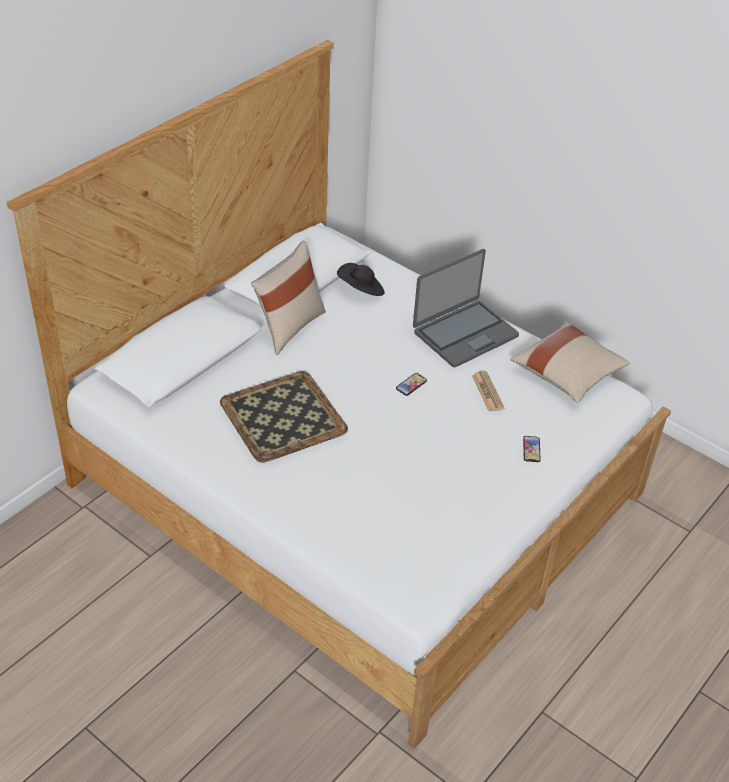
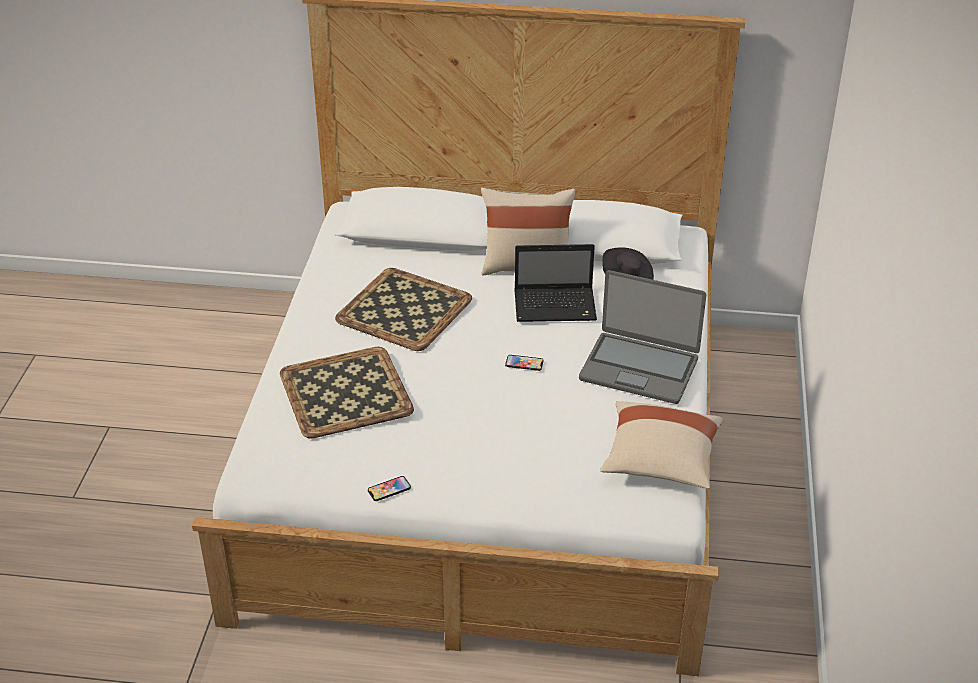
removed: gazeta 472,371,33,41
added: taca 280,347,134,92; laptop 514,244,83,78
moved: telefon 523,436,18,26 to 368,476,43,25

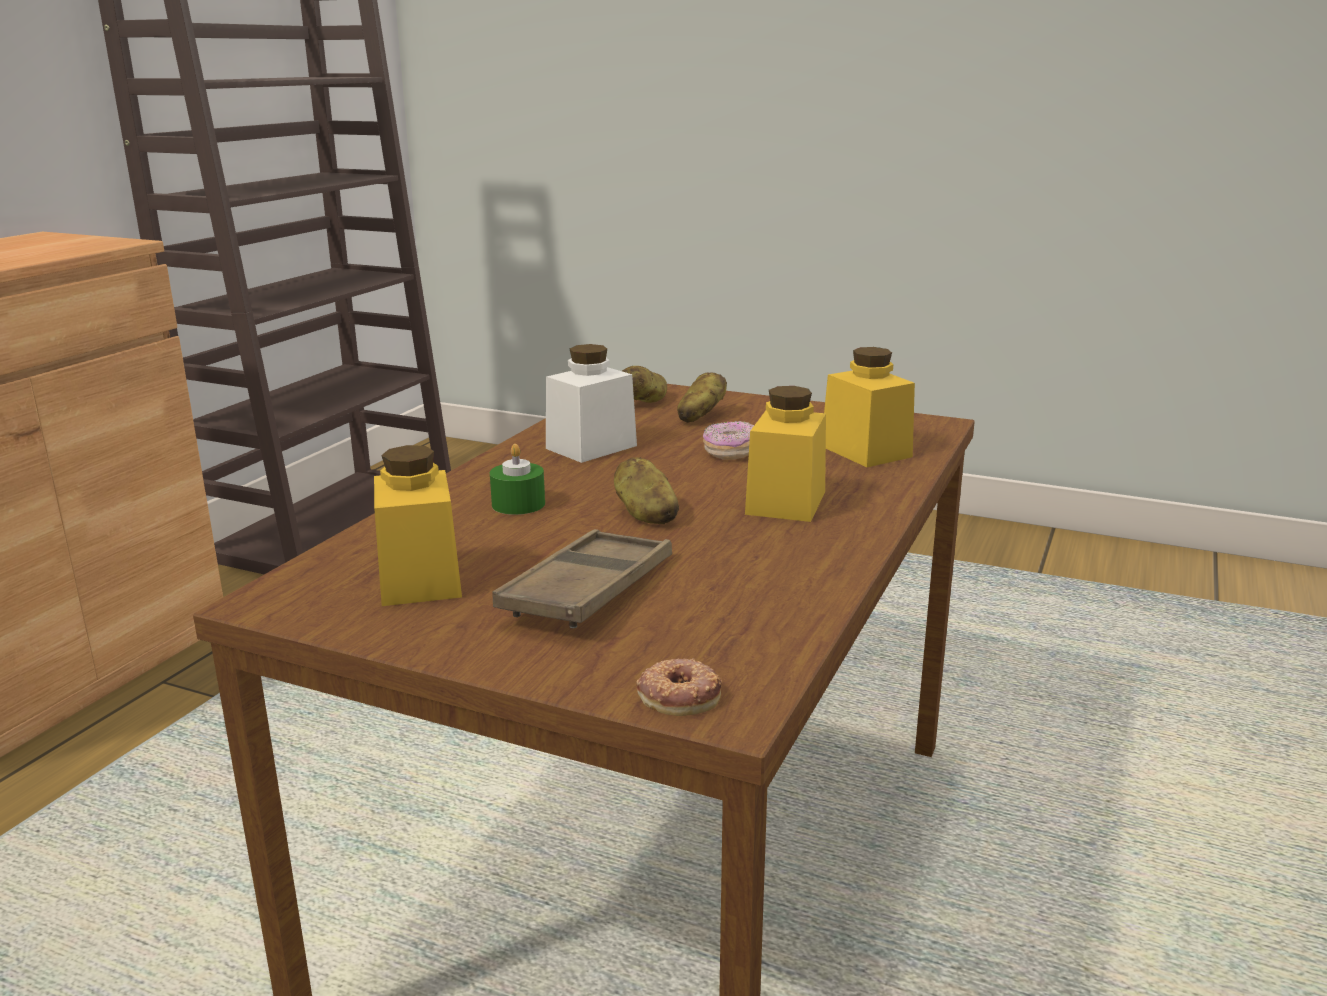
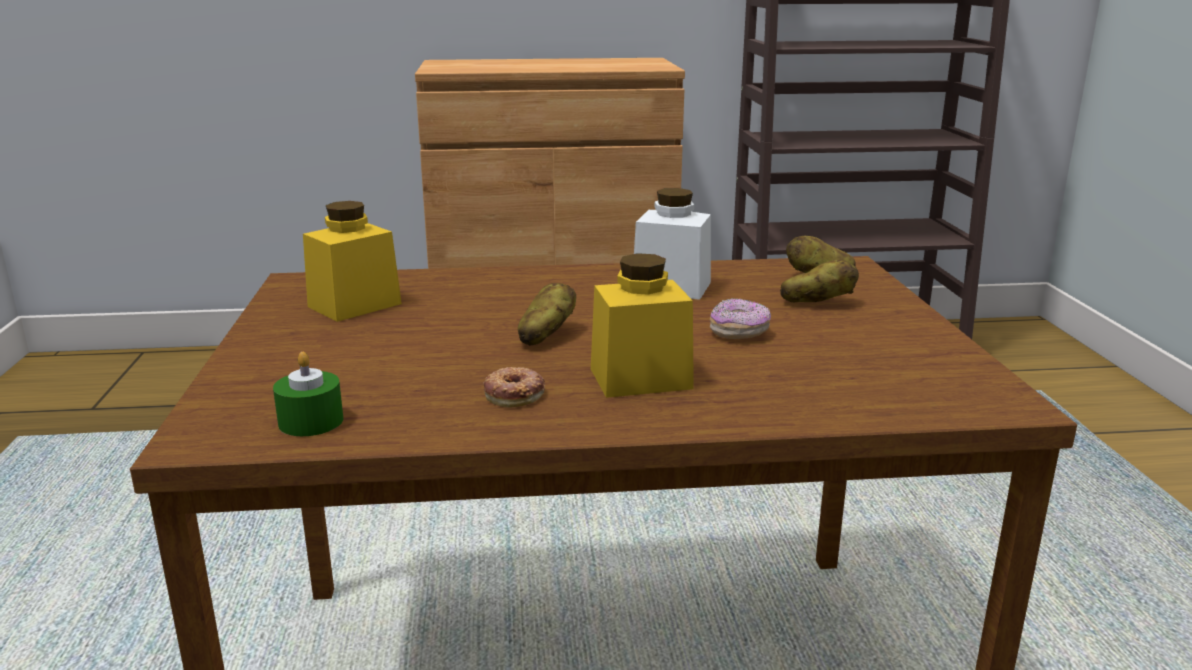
removed: taca [brązowy] 492,529,180,99; słoik [żółty] 824,347,91,120
moved: świeca [zielony] 490,444,55,71 to 273,352,70,84; donut 636,658,86,58 to 484,367,61,41

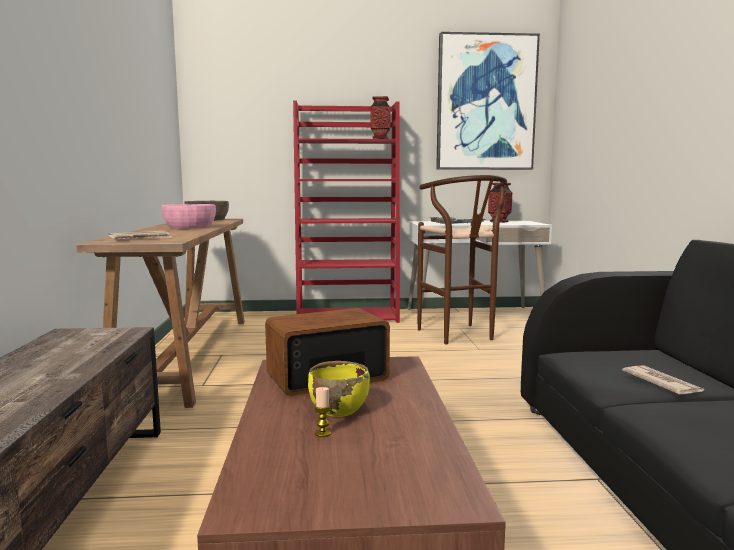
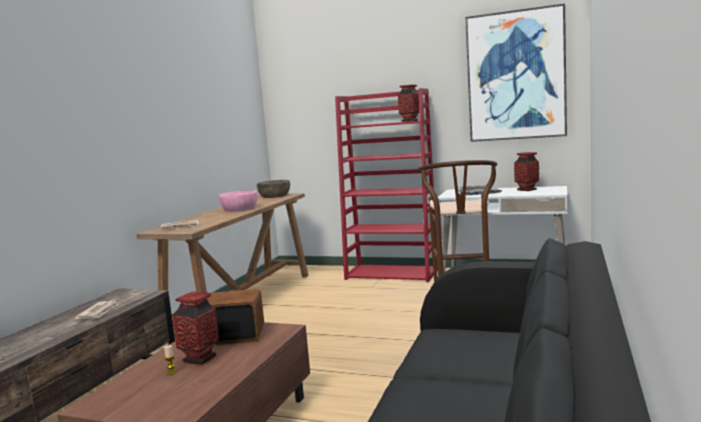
moved: gazeta 622,365,82,29 to 74,301,45,18
replaced: miska [żółty] 308,361,62,56 to wazon 172,291,47,74

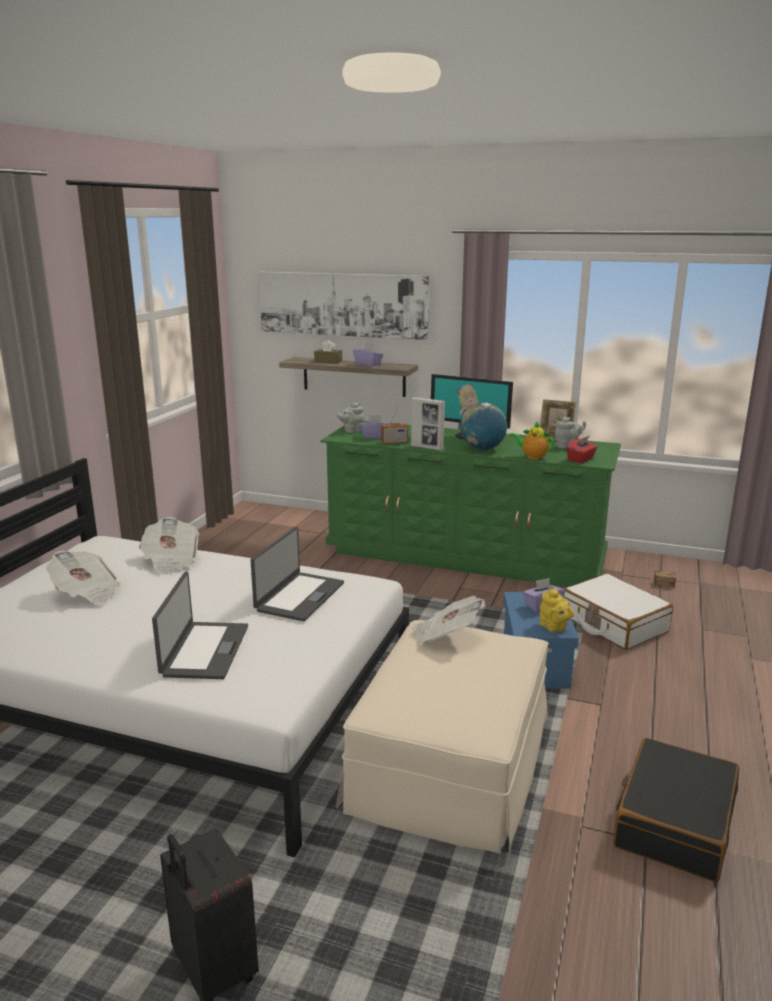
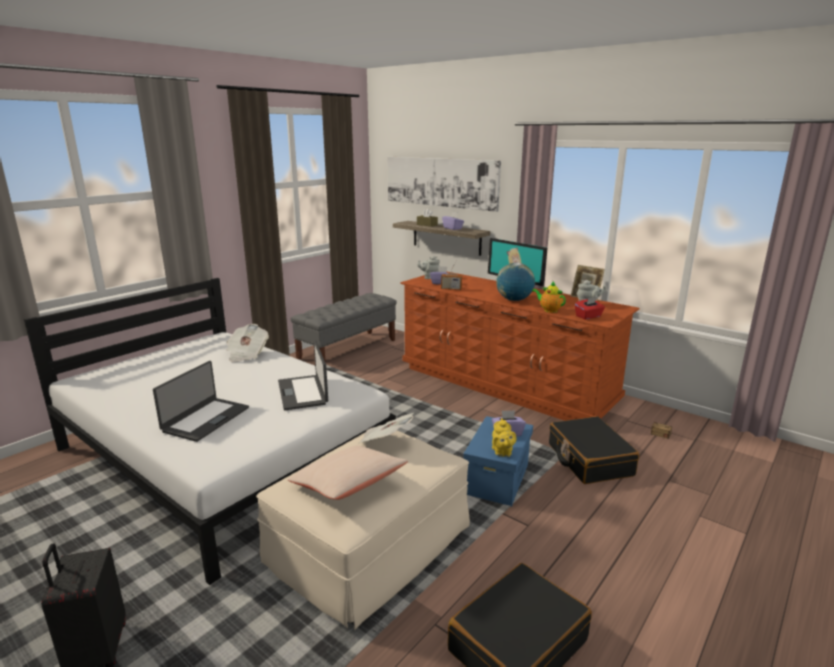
removed: gazeta 46,551,75,53; ramka na zdjęcie 411,397,34,54
added: poduszka [beżowy] 288,446,120,54; ławka [szary] 291,293,106,70
recoloured: komoda [zielony] 320,421,301,166 to komoda [brązowy] 400,272,240,149; walizka [biały] 564,573,109,77 to walizka [czarny] 549,416,90,68
turned: laptop 250,527,94,94 = 278,340,50,70 120 degrees clockwise

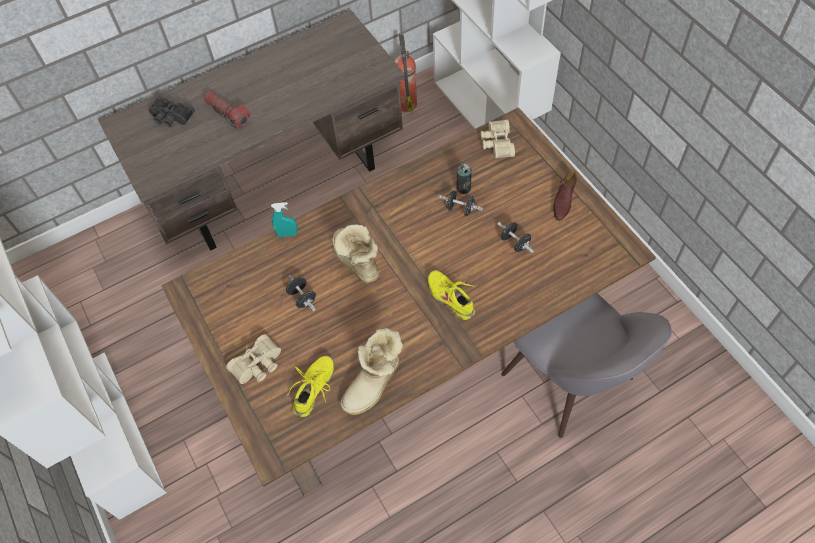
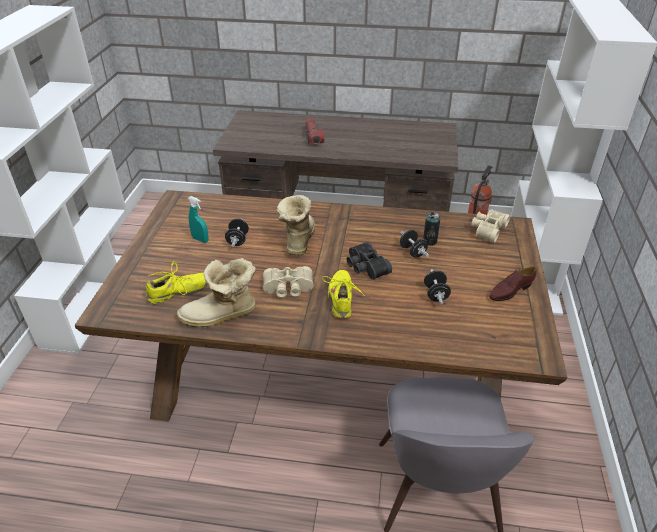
moved: lornetka [czarny] 149,96,46,31 to 347,242,45,38; lornetka [beżowy] 226,334,55,50 to 263,266,51,31; spryskiwacz [turkusowy] 271,202,27,35 to 188,196,21,47

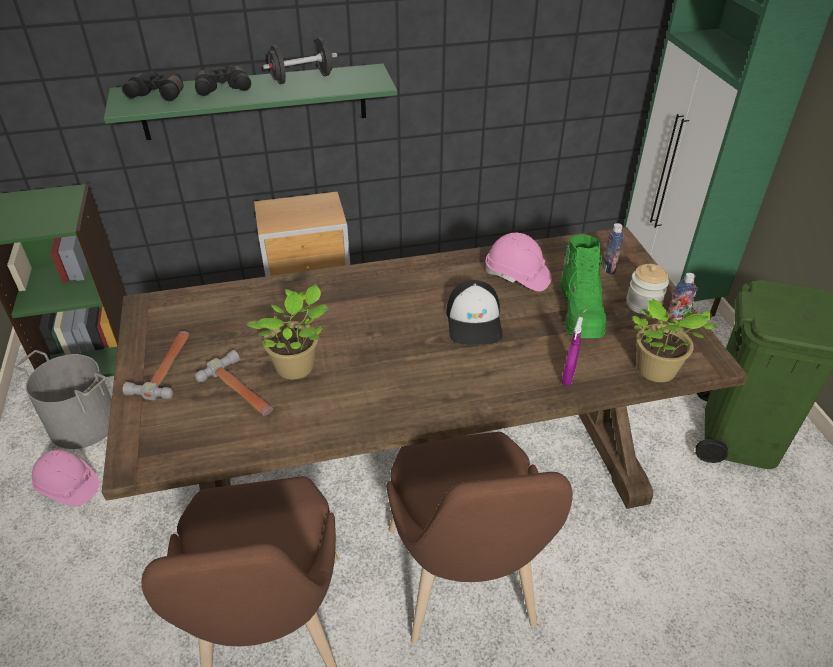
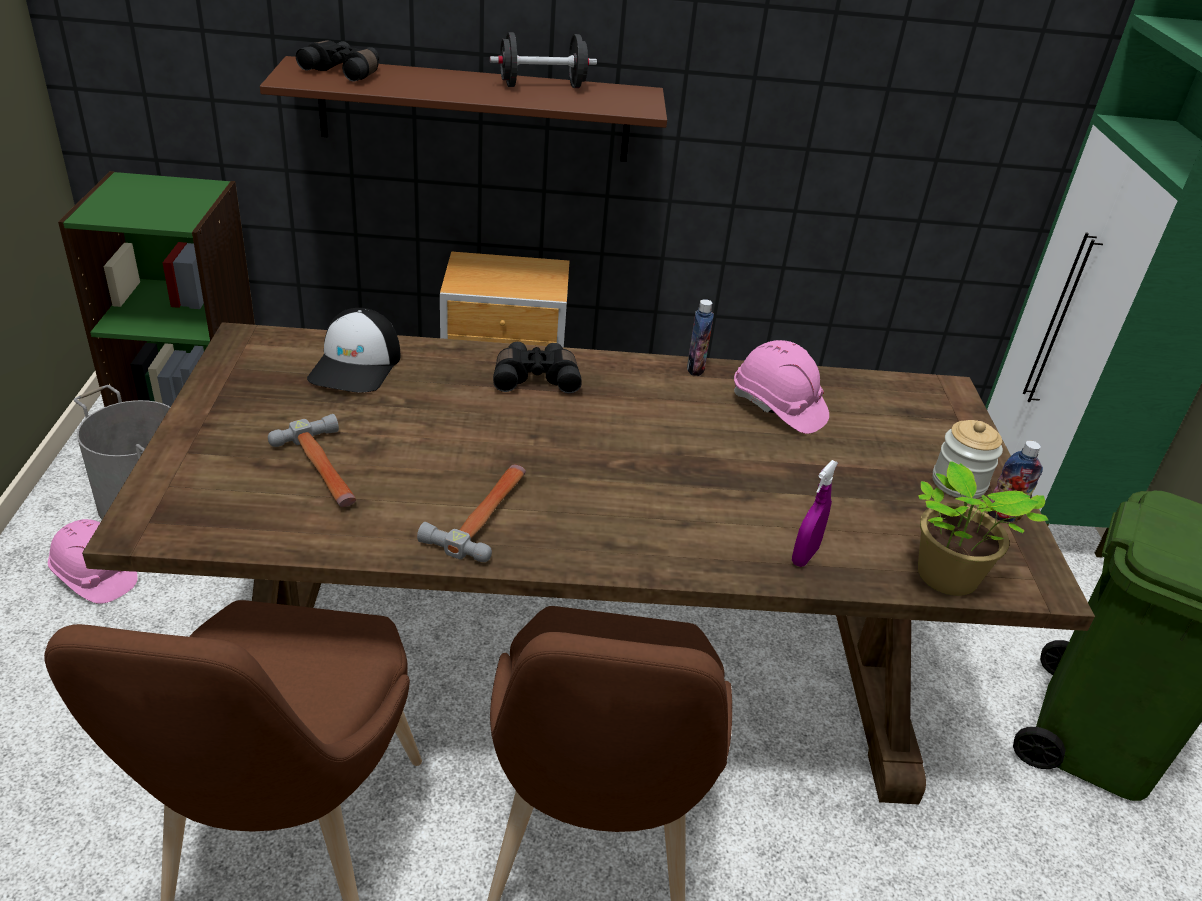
removed: roślina doniczkowa 246,284,83,95; but z cholewką [zielony] 560,234,46,104
moved: młotek 123,331,67,69 to 417,465,109,97; lornetka [czarny] 195,65,56,31 to 493,342,89,51; czapka z daszkiem 446,280,57,65 to 307,308,94,85; butelka 602,223,22,51 to 687,299,27,77
recoloured: półka [zielony] 104,64,293,76 to półka [brązowy] 260,56,407,106

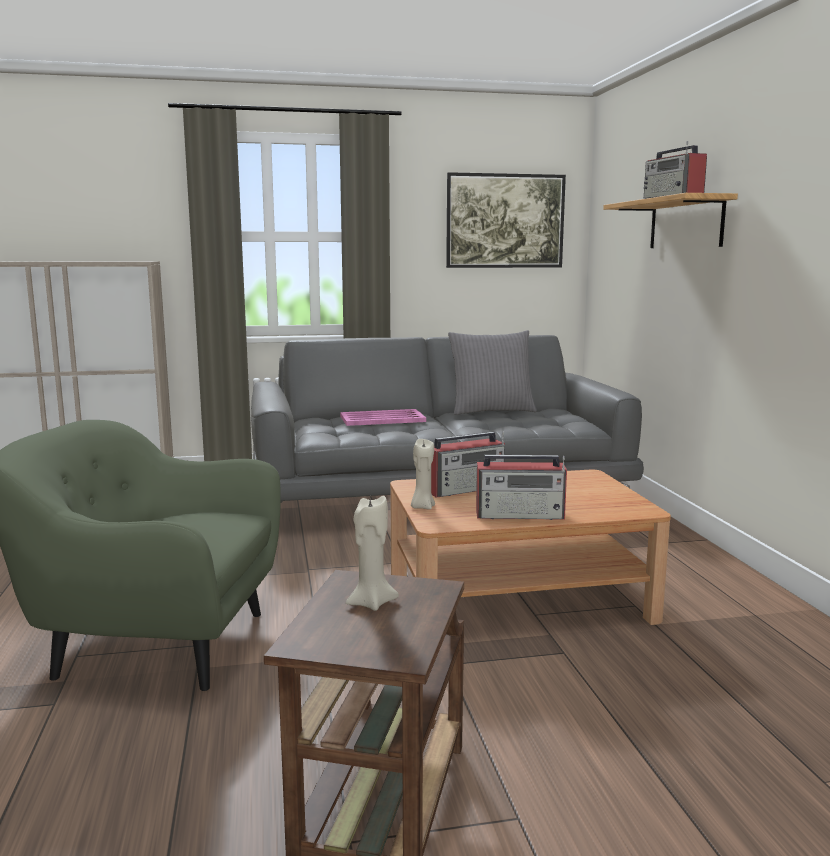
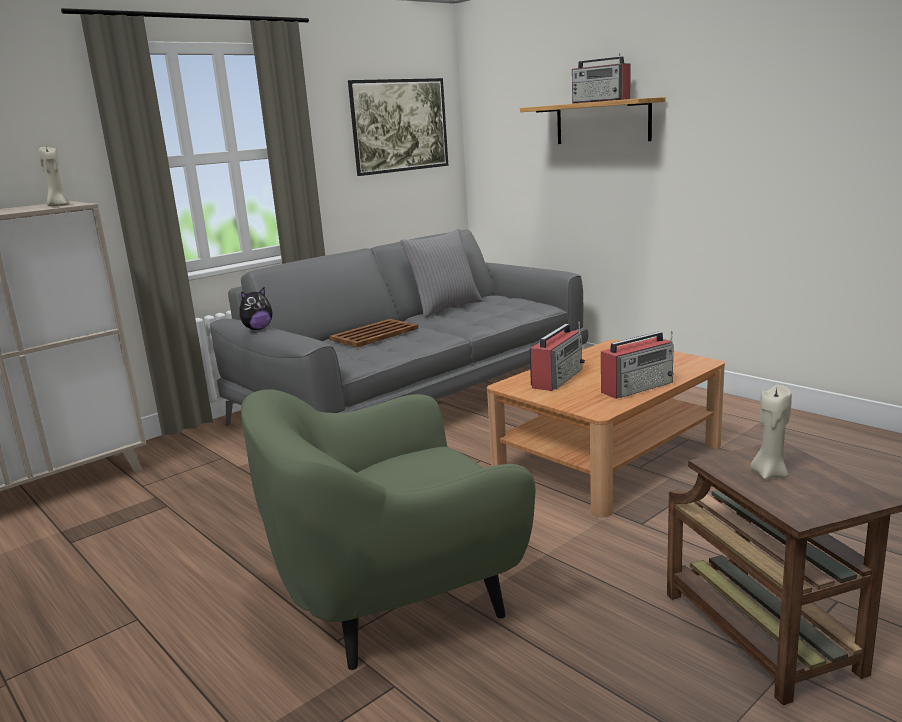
added: pluszak 240,288,32,42
moved: świeca [beżowy] 411,439,24,71 to 38,147,31,59
recoloured: taca [różowy] 340,409,86,17 to taca [brązowy] 329,319,89,28

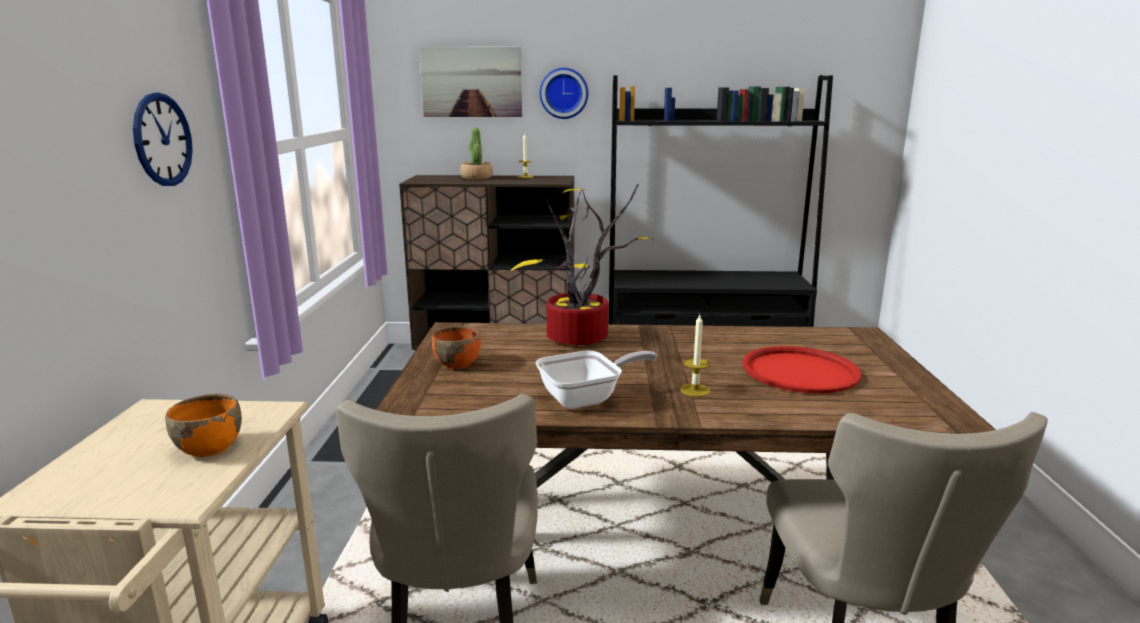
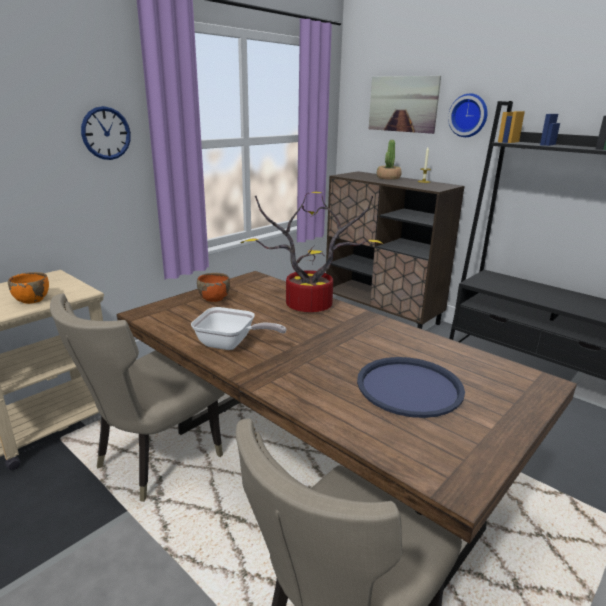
removed: świeca 680,315,30,82
recoloured: taca [czerwony] 742,346,120,48 to taca [niebieski] 357,357,108,61

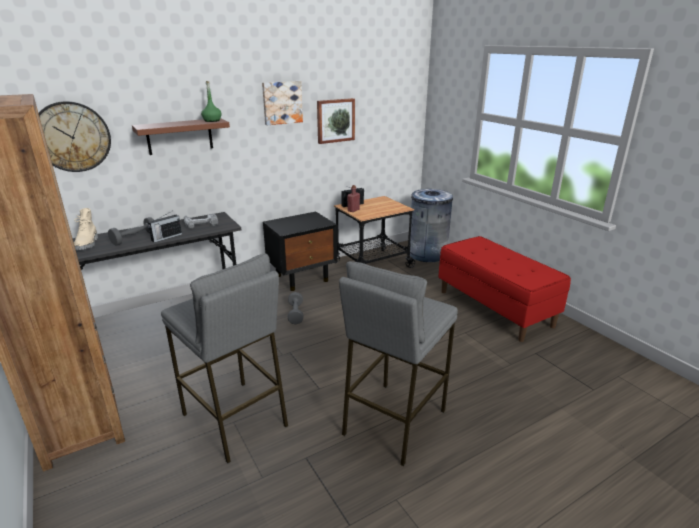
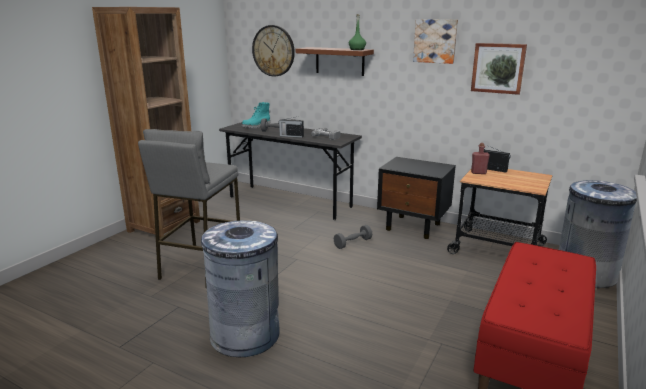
replaced: stołek [szary] 339,261,119,206 to kosz na śmieci [szary] 201,220,79,137
recoloured: but z cholewką [beżowy] 74,208,24,42 to but z cholewką [turkusowy] 241,102,29,26

